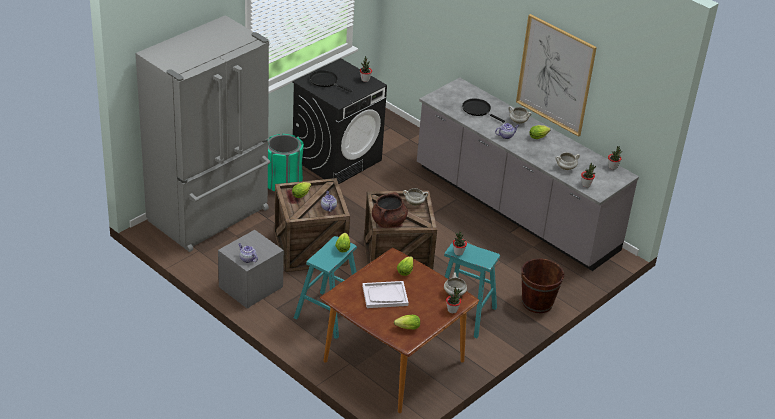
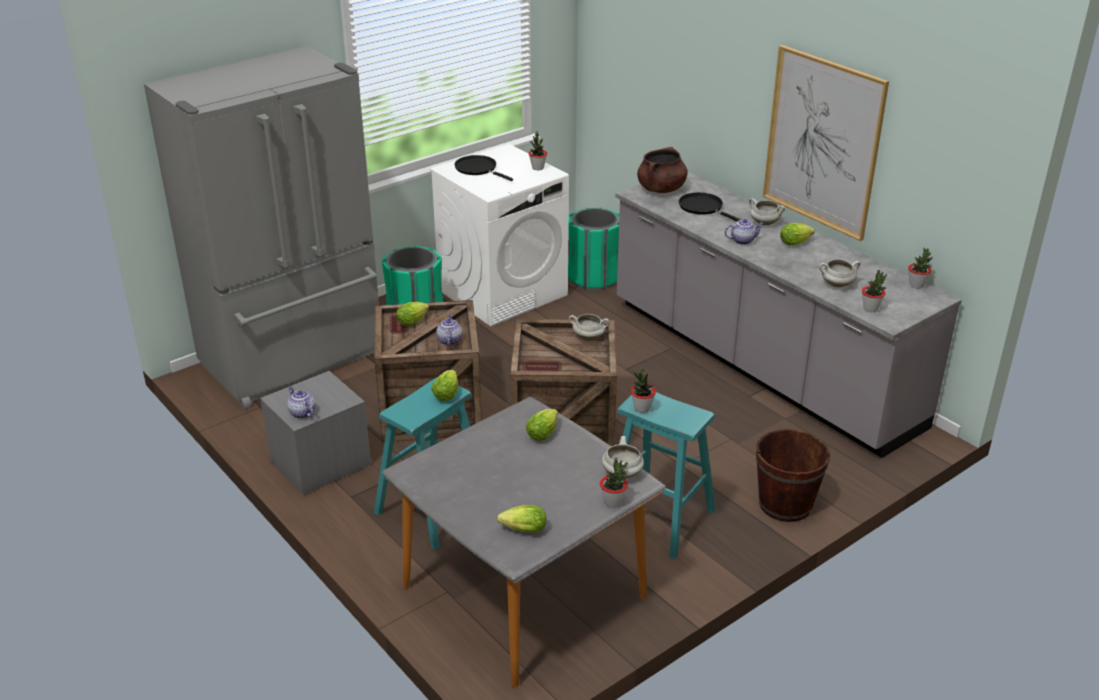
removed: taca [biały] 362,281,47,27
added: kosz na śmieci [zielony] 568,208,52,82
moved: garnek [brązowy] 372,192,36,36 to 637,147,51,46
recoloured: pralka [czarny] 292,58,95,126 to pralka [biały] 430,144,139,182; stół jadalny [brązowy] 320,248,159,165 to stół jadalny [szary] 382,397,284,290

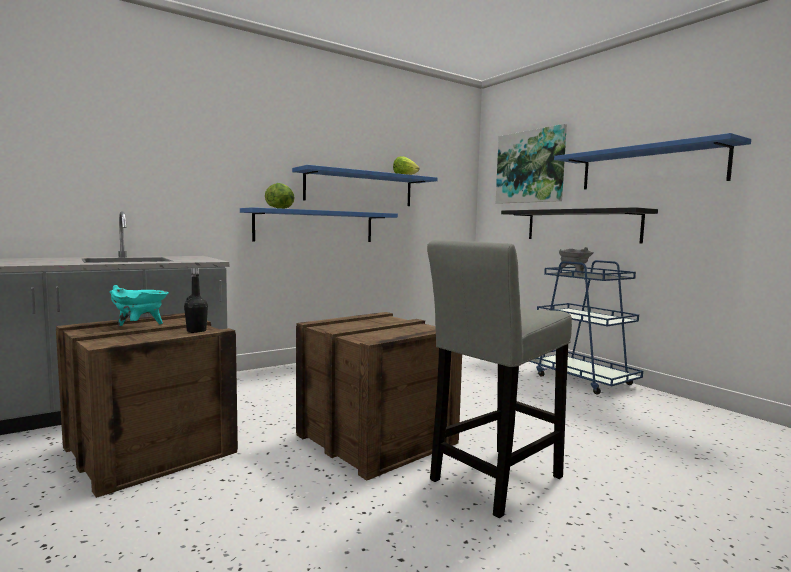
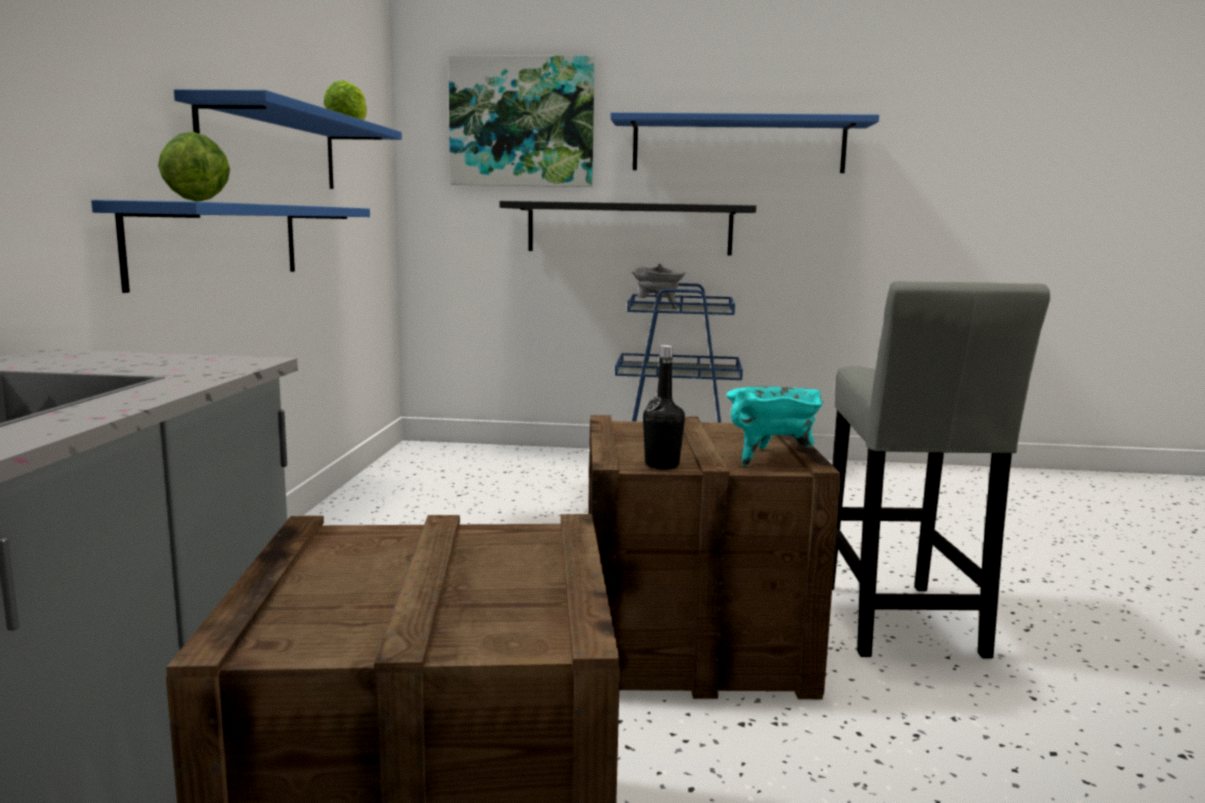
moved: garnek [turkusowy] 109,285,60,41 to 726,387,98,79; butelka [czarny] 184,268,24,65 to 643,345,42,124

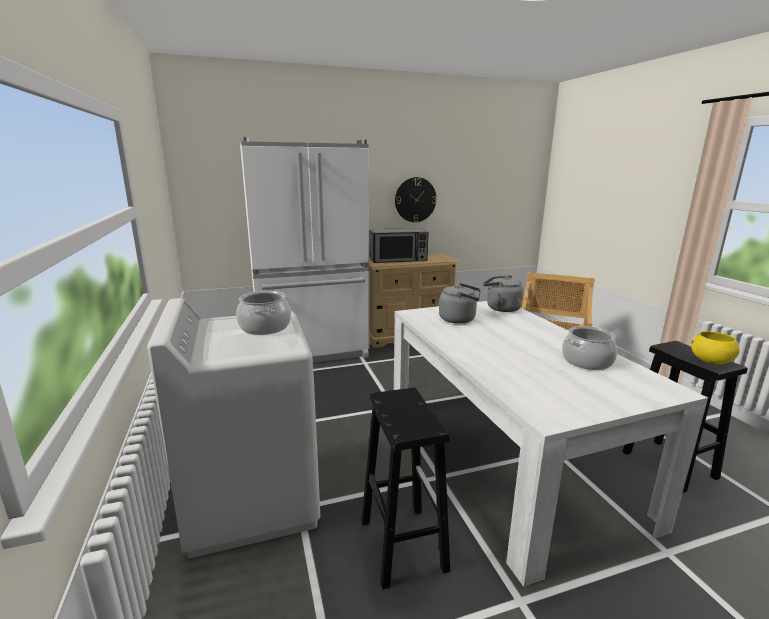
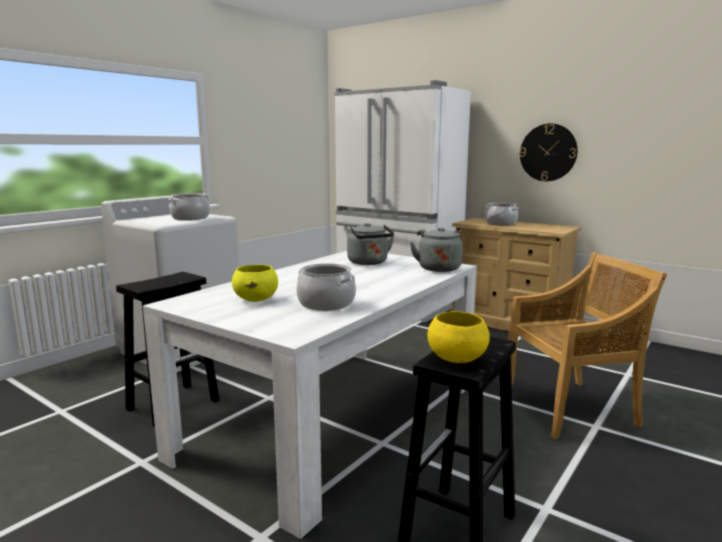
added: miska [żółty] 232,265,46,37
replaced: mikrofalówka 369,228,60,35 to garnek 485,203,34,22

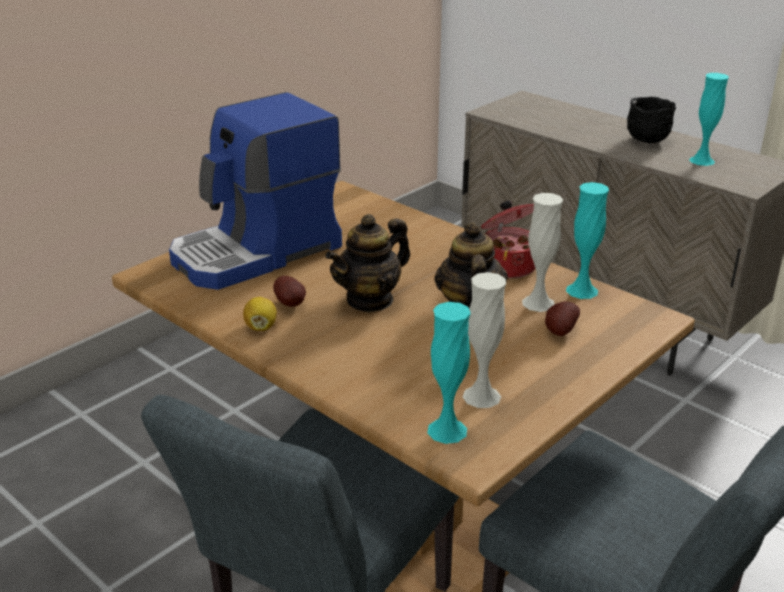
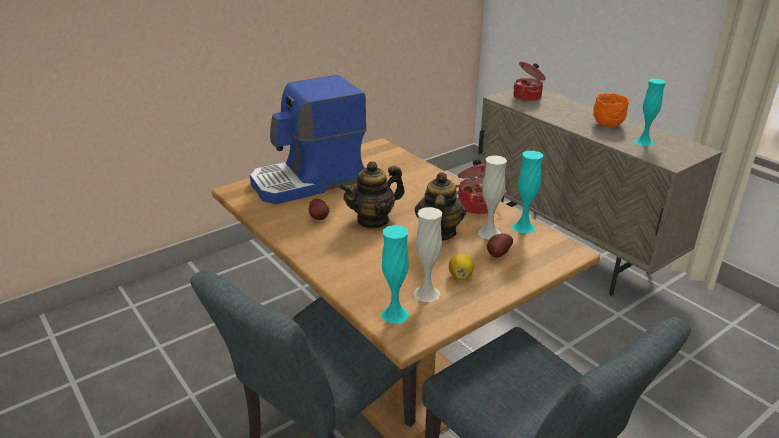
added: garnek 513,62,33,40
moved: cytryna 243,297,34,34 to 449,254,25,26
recoloured: miska [czarny] 627,97,49,46 to miska [pomarańczowy] 593,93,36,34

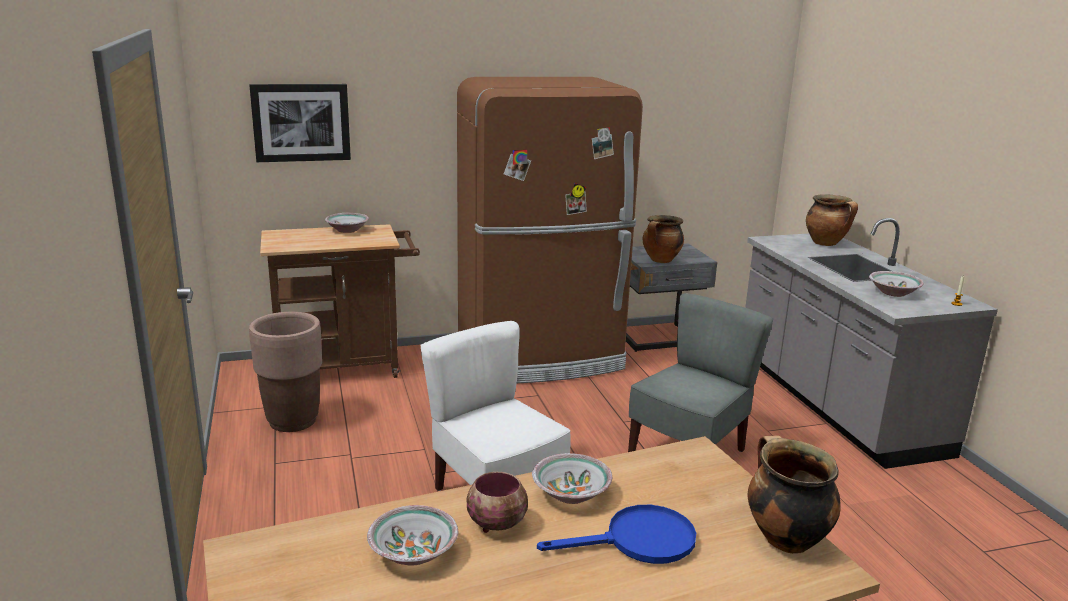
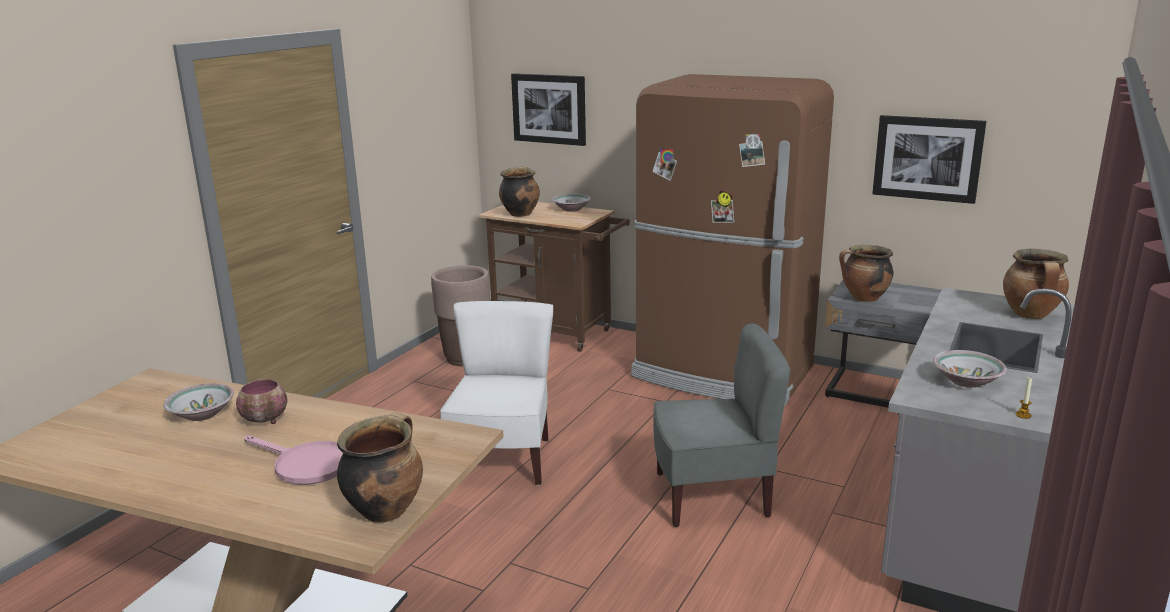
removed: miska 532,453,80,51
added: garnek 499,166,41,51; obraz 872,115,115,89
recoloured: patelnia [niebieski] 537,505,159,59 to patelnia [różowy] 244,435,99,50

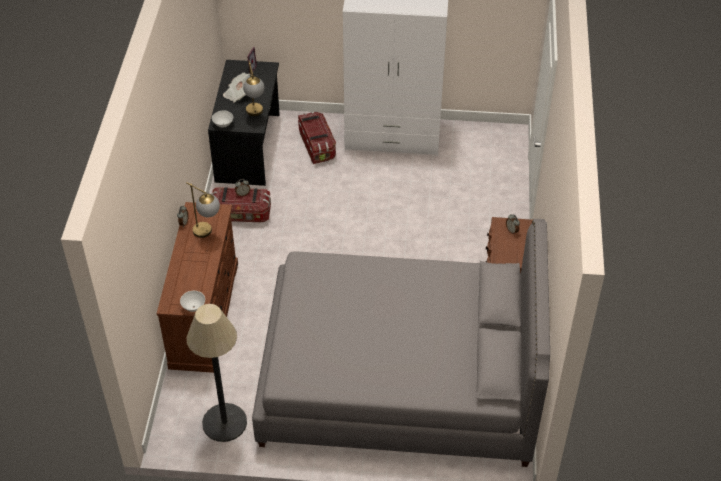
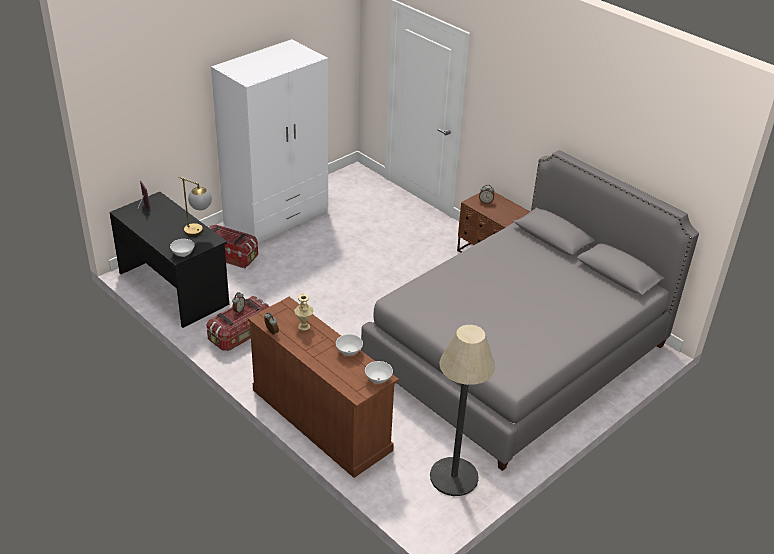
removed: gazeta 223,73,29,30
added: miska [biały] 336,334,27,22
replaced: lampa stołowa 187,183,33,55 to wazon [beżowy] 294,293,20,37

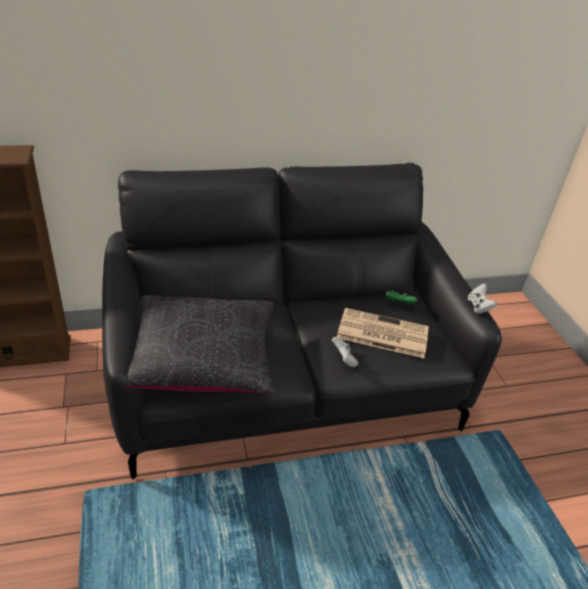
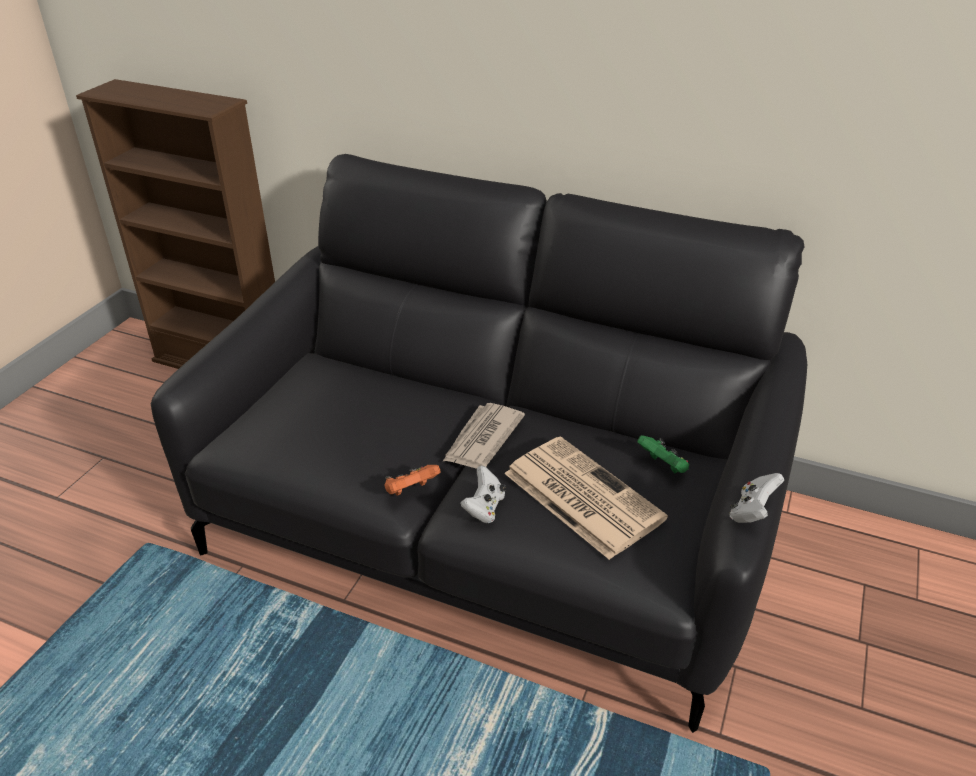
removed: poduszka [czarny] 124,295,150,98
added: pad do gier [pomarańczowy] 385,465,56,31; gazeta 443,403,82,66

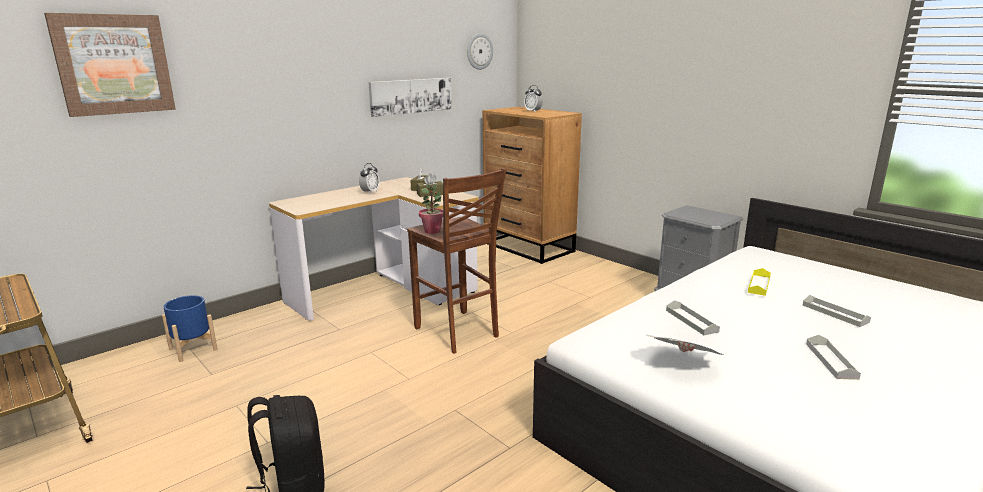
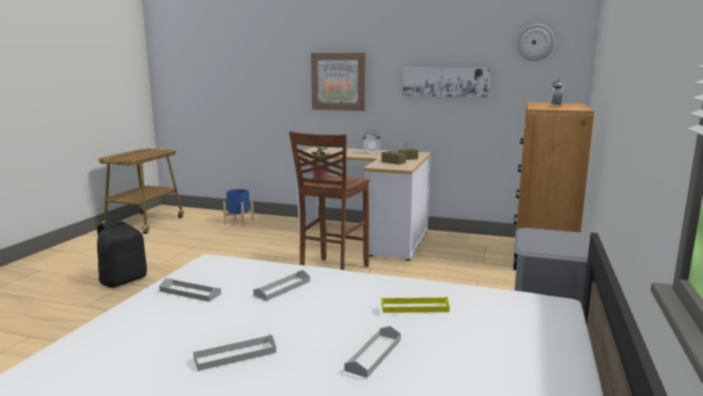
moved: obraz 44,13,132,104 to 311,53,55,58
replaced: gazeta 647,335,76,20 to taca [szary] 159,278,62,24

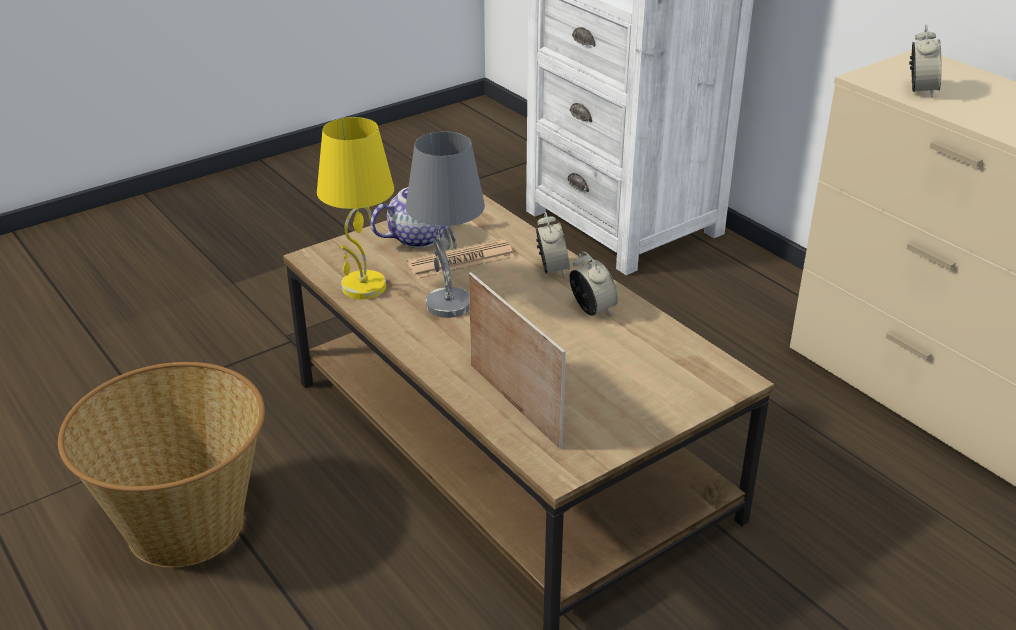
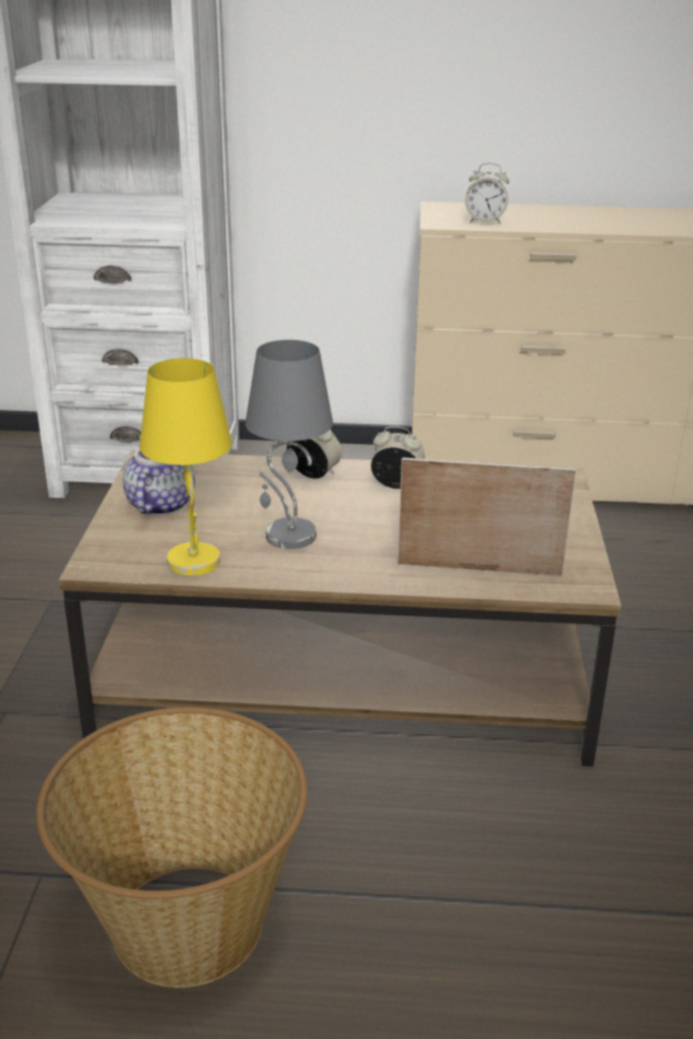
removed: gazeta 407,239,108,40
turned: budzik 909,24,33,74 = 465,163,44,61 135 degrees clockwise

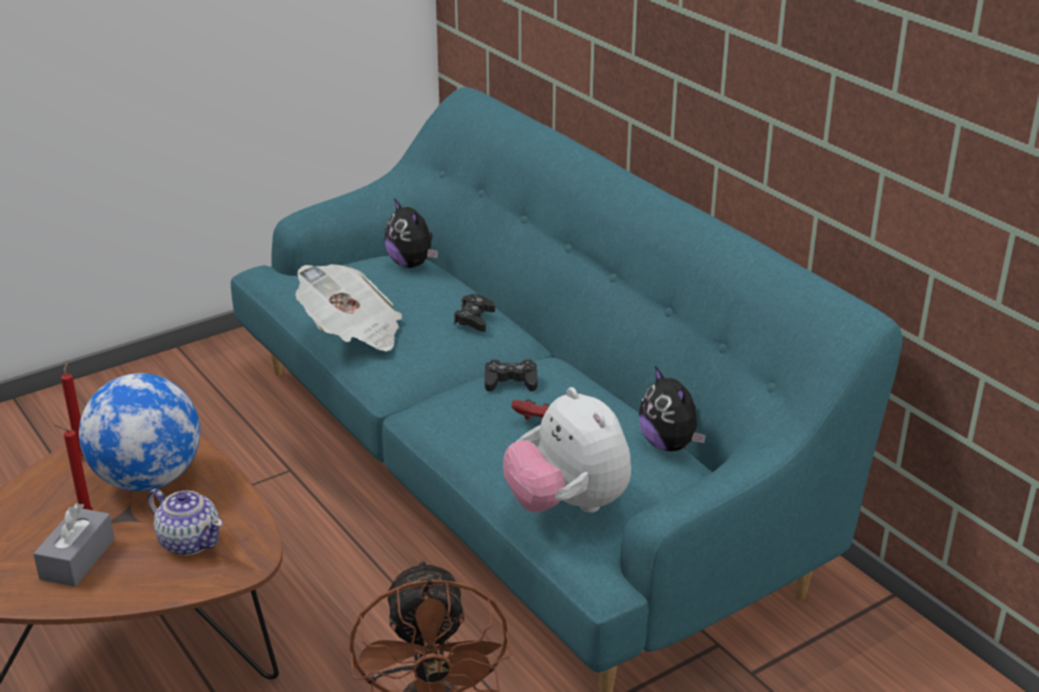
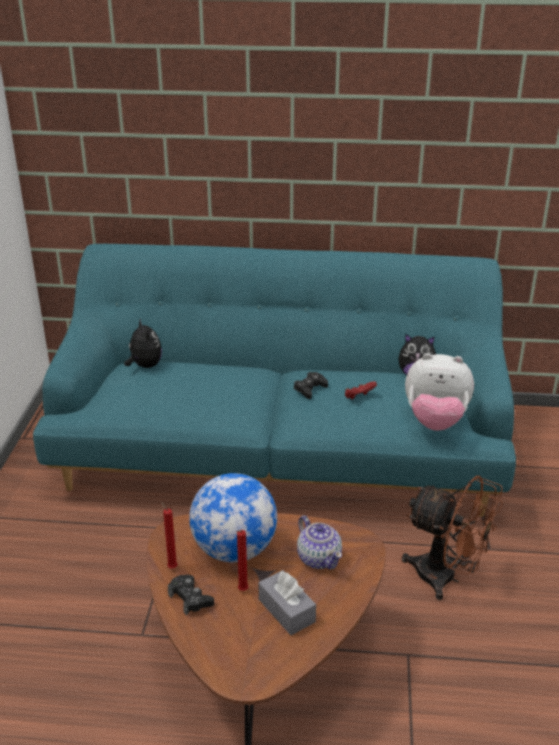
removed: gazeta 295,264,107,87
moved: pad do gier [czarny] 454,294,41,38 to 168,575,46,41
turned: imbryk 147,488,76,67 = 297,515,45,55 75 degrees clockwise; pluszak 385,198,53,70 = 124,318,38,50 120 degrees counterclockwise

